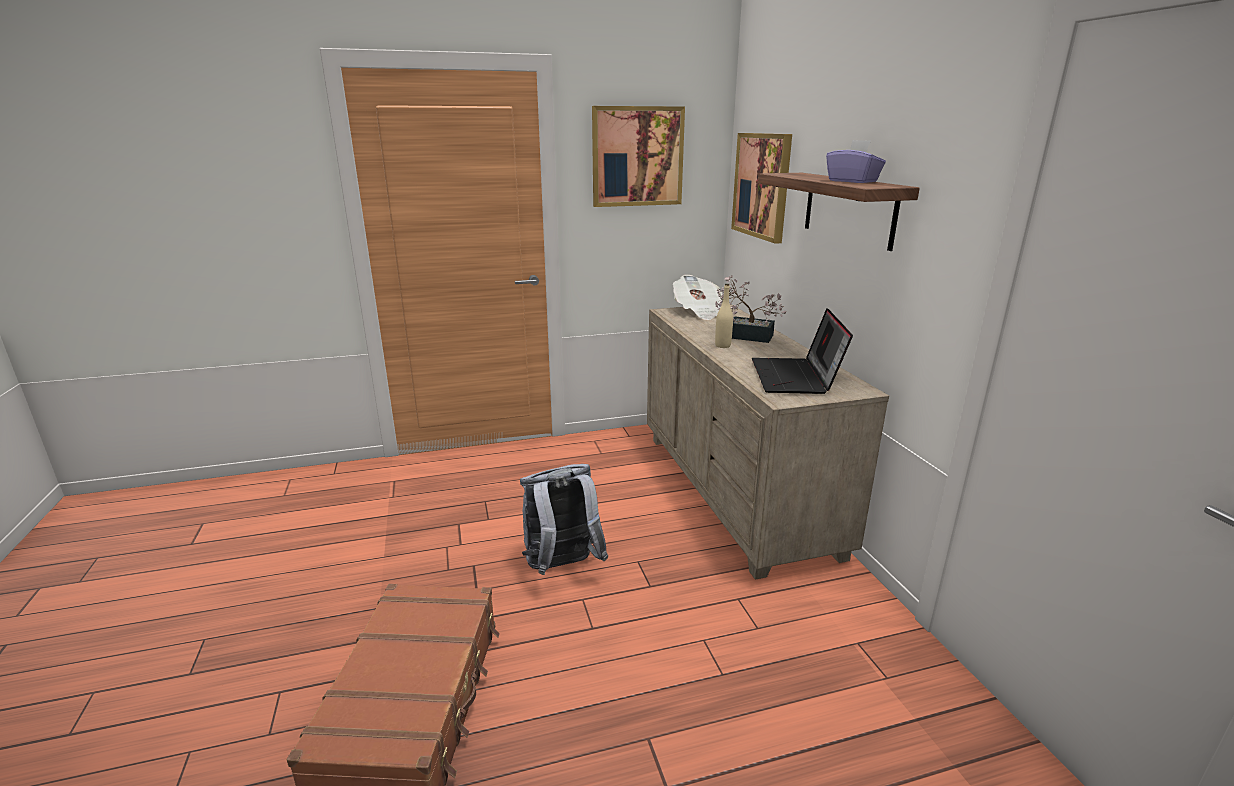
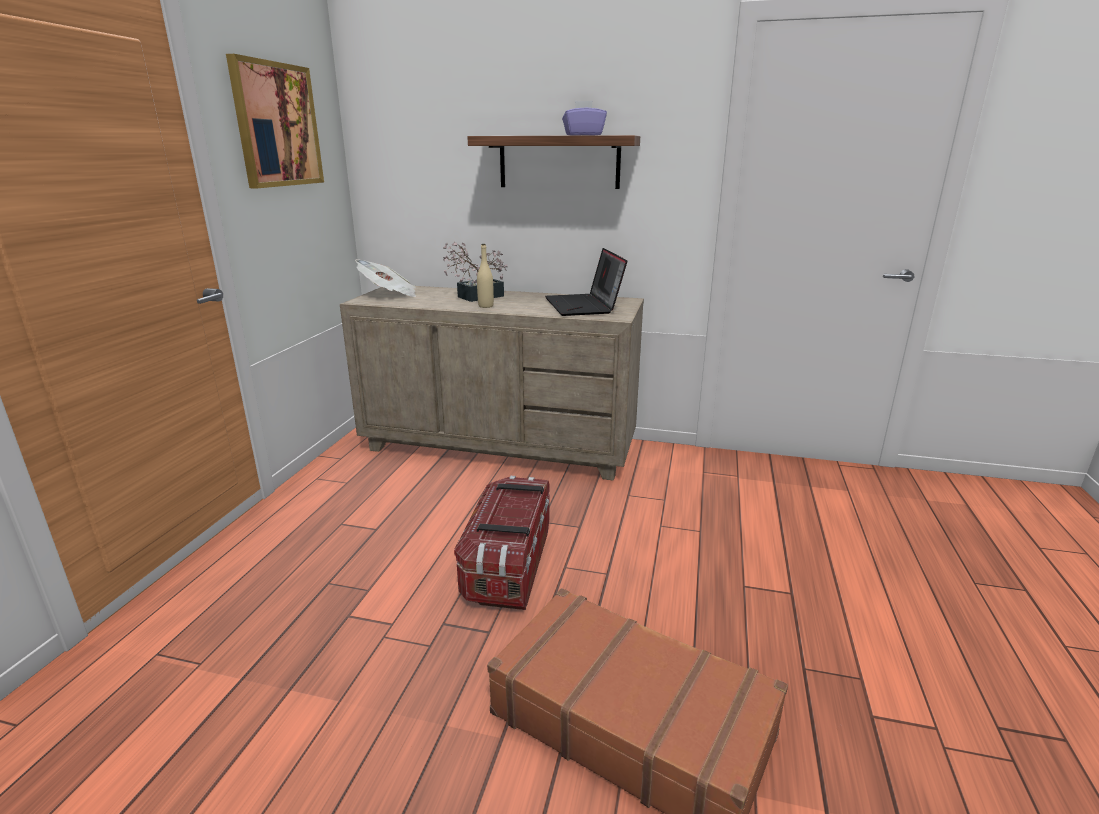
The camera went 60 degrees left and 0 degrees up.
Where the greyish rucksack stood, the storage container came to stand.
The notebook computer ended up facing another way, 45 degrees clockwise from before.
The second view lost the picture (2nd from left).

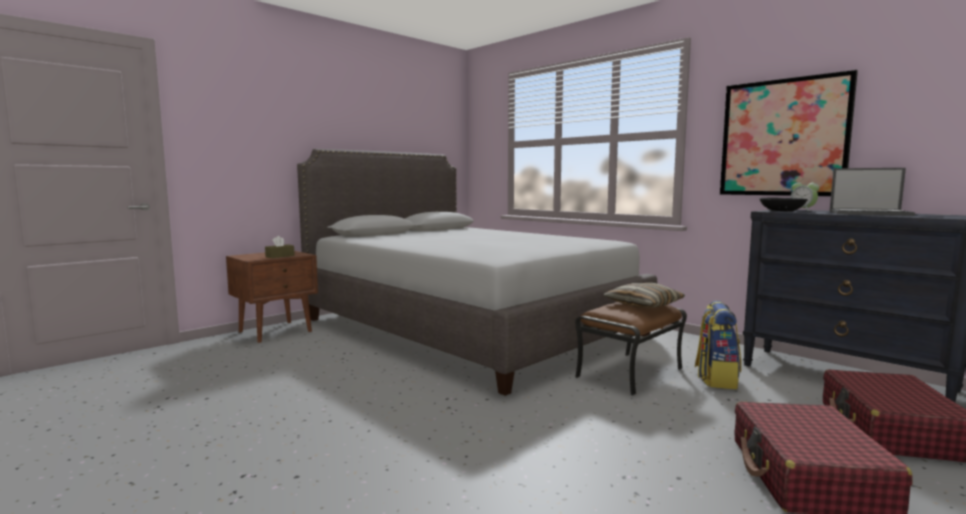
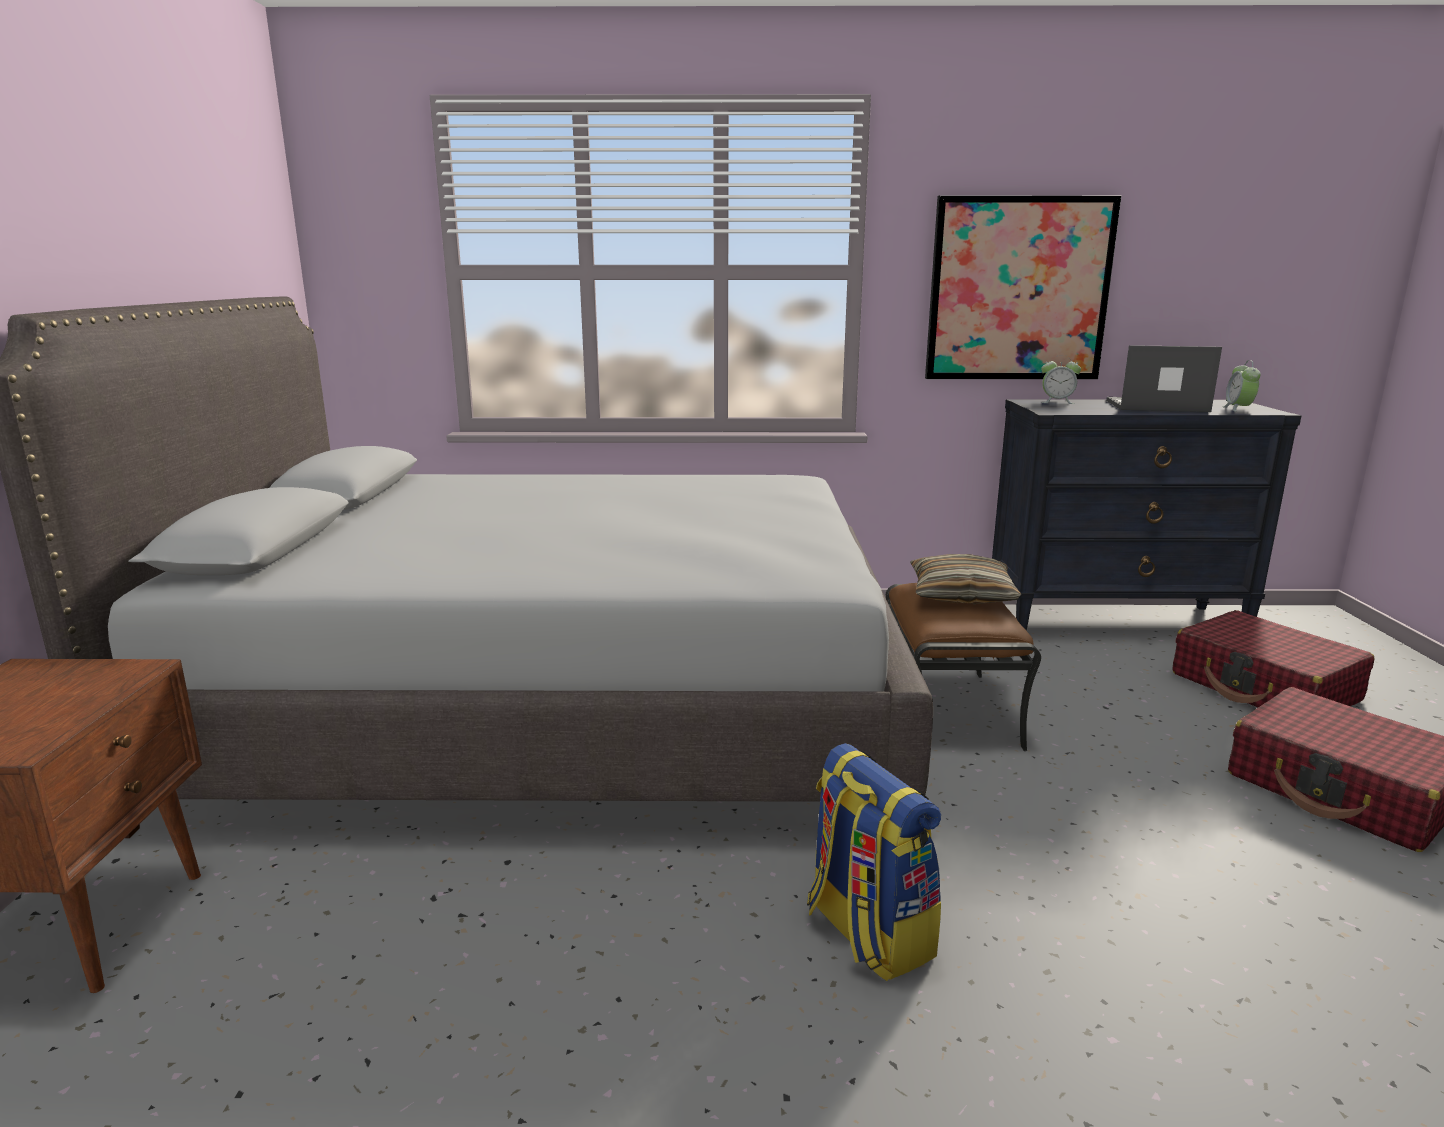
The camera went 45 degrees left and 10 degrees up.
The rucksack ended up elsewhere.
The notebook computer ended up facing another way, 150 degrees counterclockwise from before.
The second view gained the alarm clock (2nd from left).
The second view lost the brownish tissue holder.
The second view lost the blackish bowl.

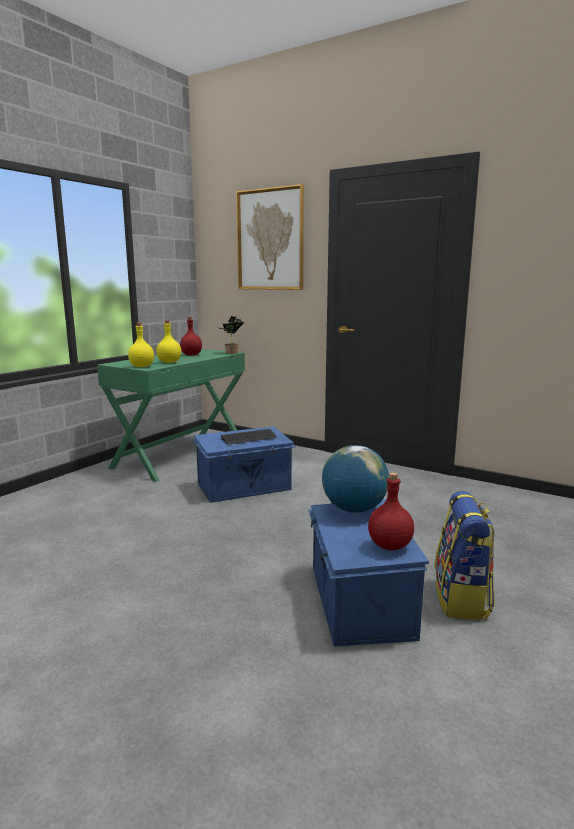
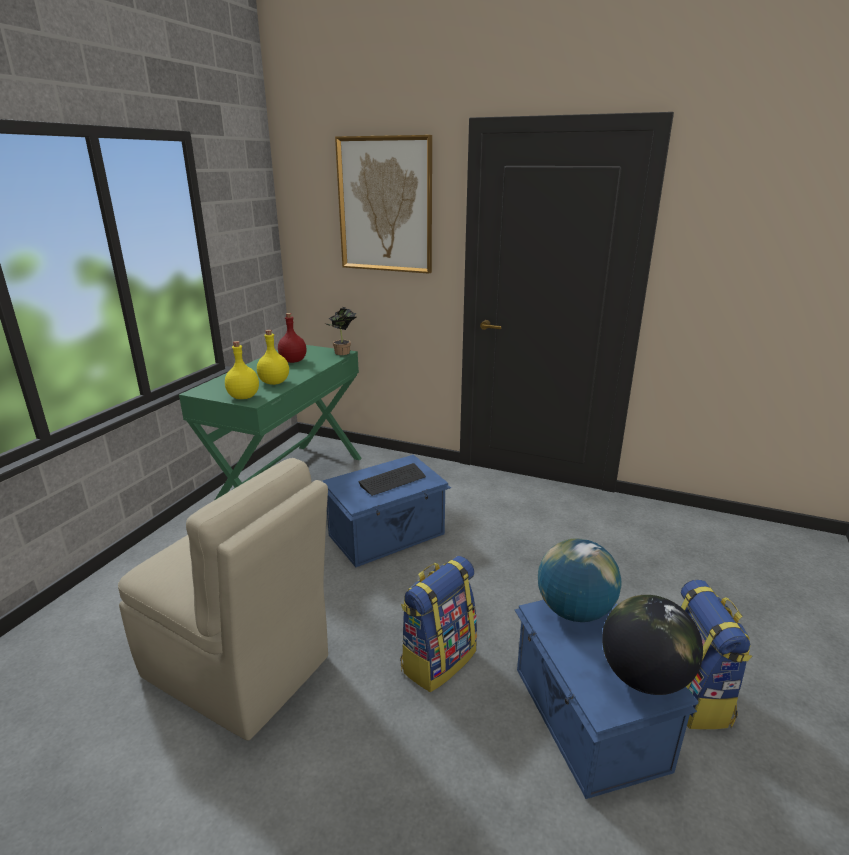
The camera went 10 degrees left and 10 degrees up.
The second view gained the beige-coloured chair.
The second view gained the rucksack (1st from left).
Where the red beverage bottle (2nd from left) stood, the desk globe (2nd from left) came to stand.

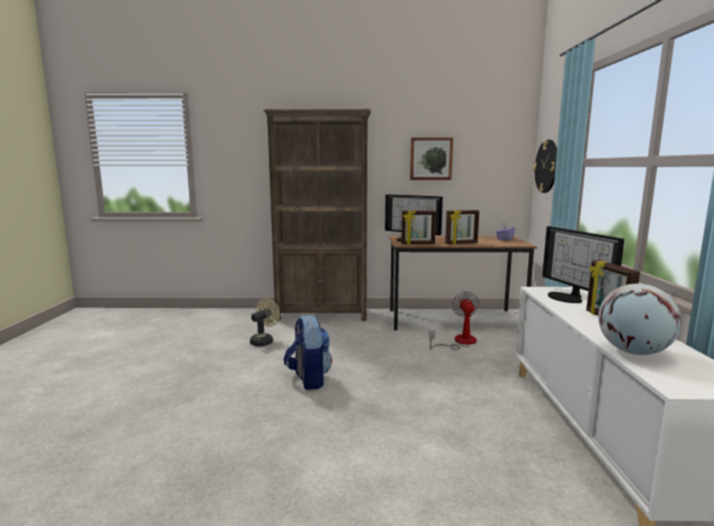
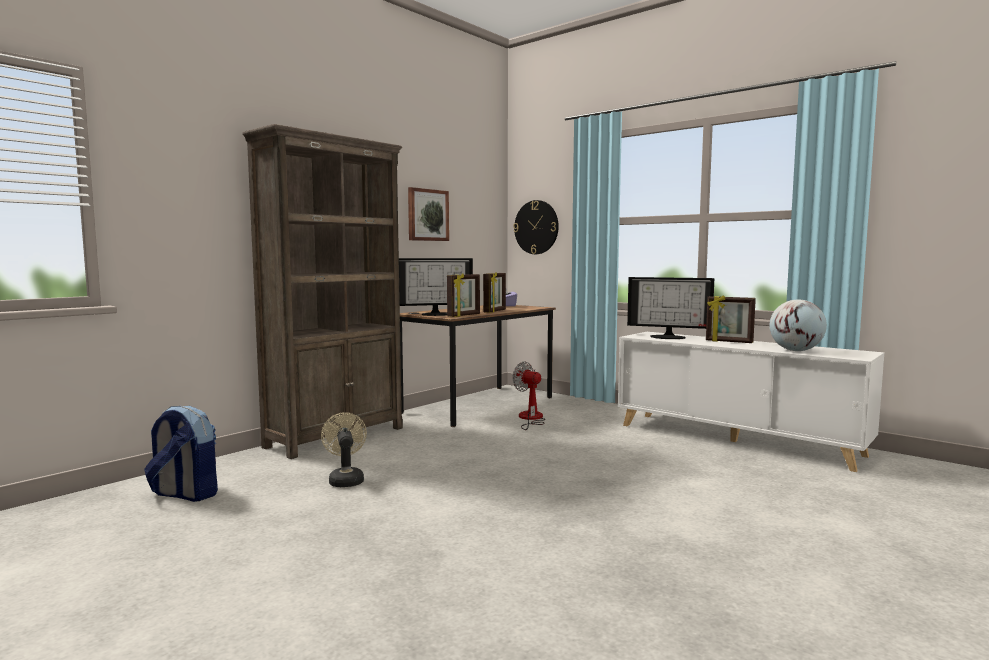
The camera went 50 degrees left and 5 degrees down.
The rucksack ended up elsewhere.

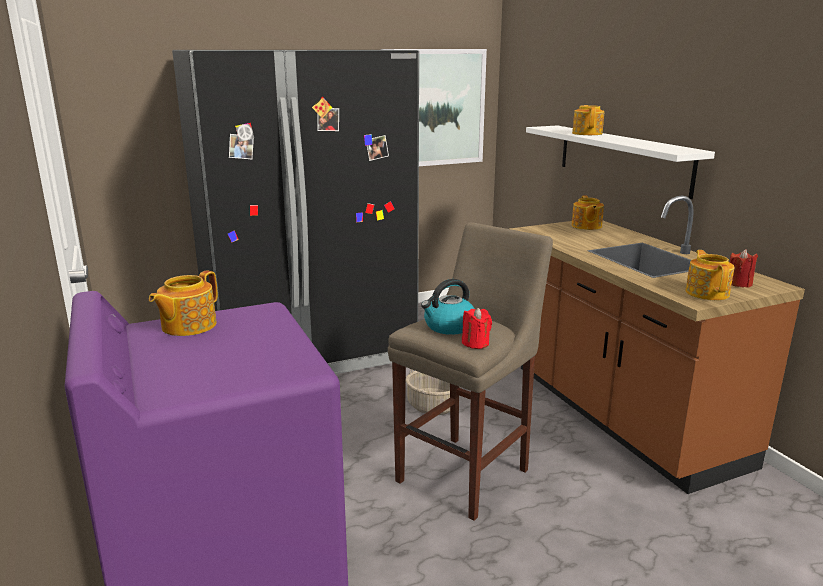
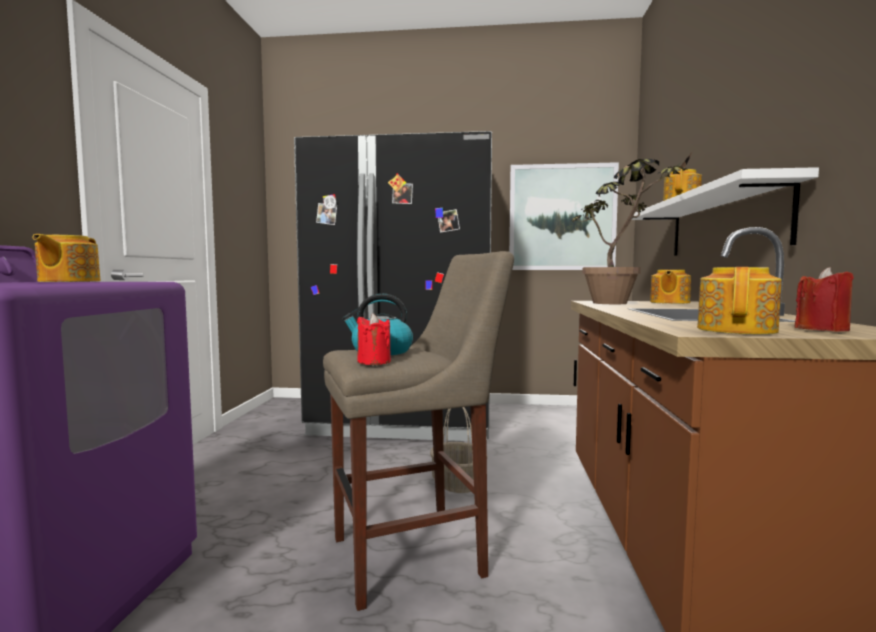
The camera went 30 degrees right and 15 degrees down.
The tea pot (1st from left) ended up facing another way, 60 degrees counterclockwise from before.
The second view gained the plant in a pot.

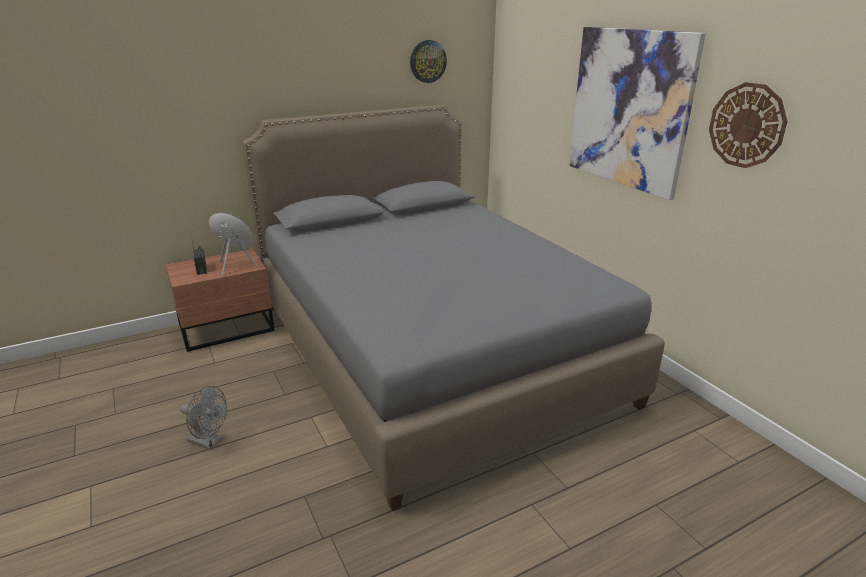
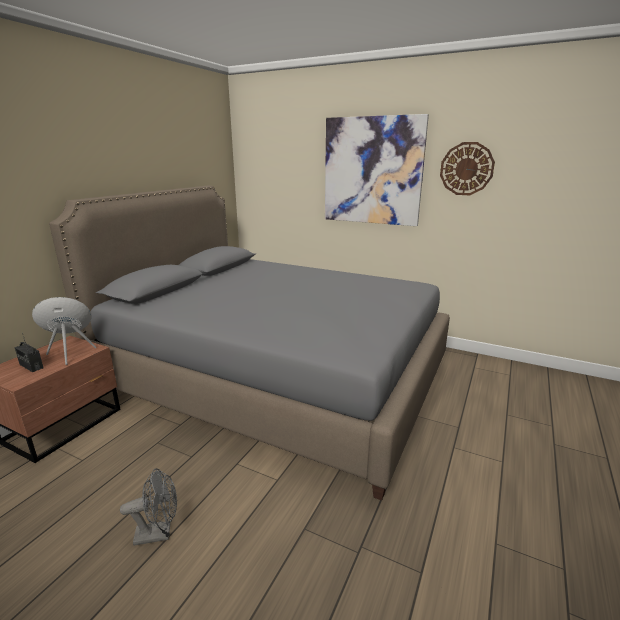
The camera went 35 degrees left and 5 degrees down.
The second view lost the wall clock (1st from left).

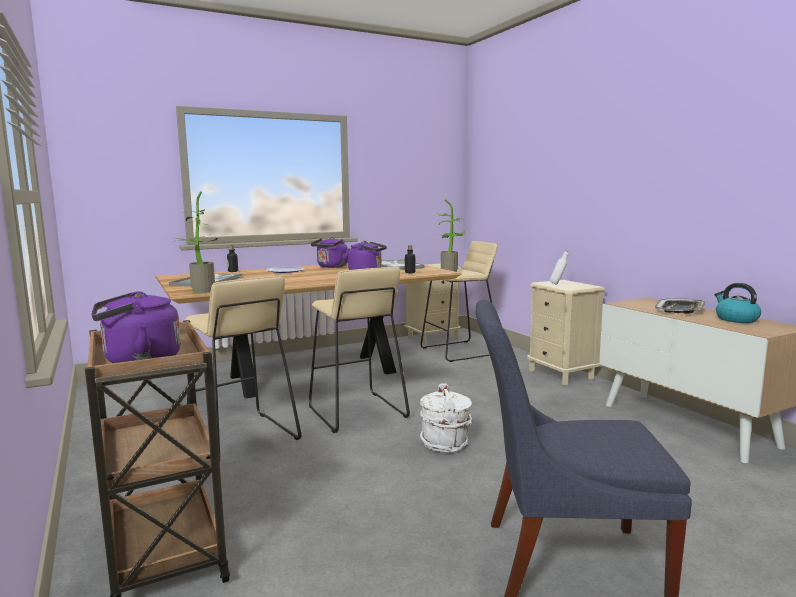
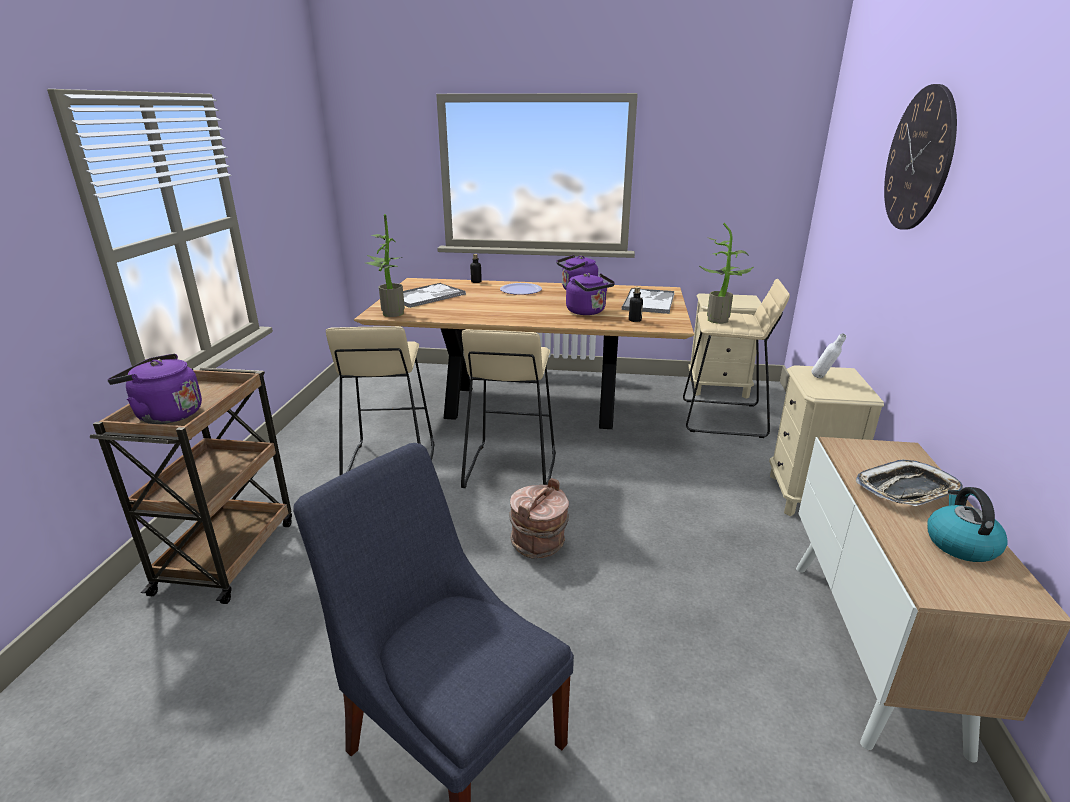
The camera went 35 degrees right and 15 degrees up.
What was the white-coloured pail turned into the brownish pail.
The second view gained the wall clock.

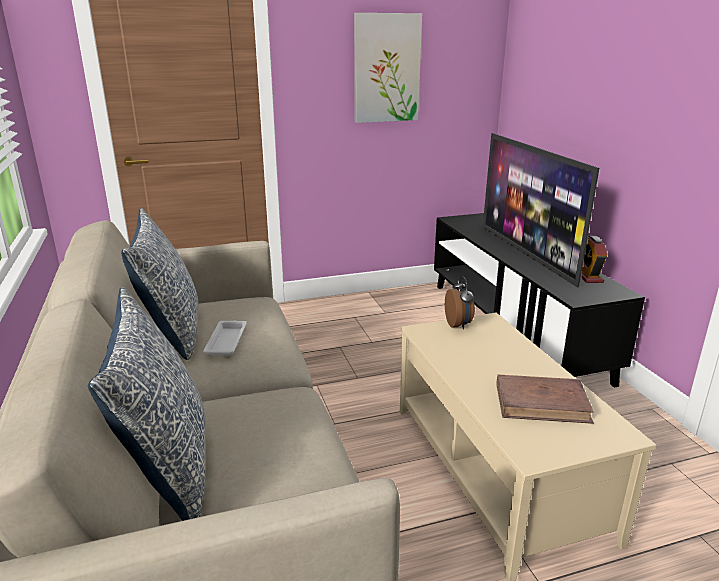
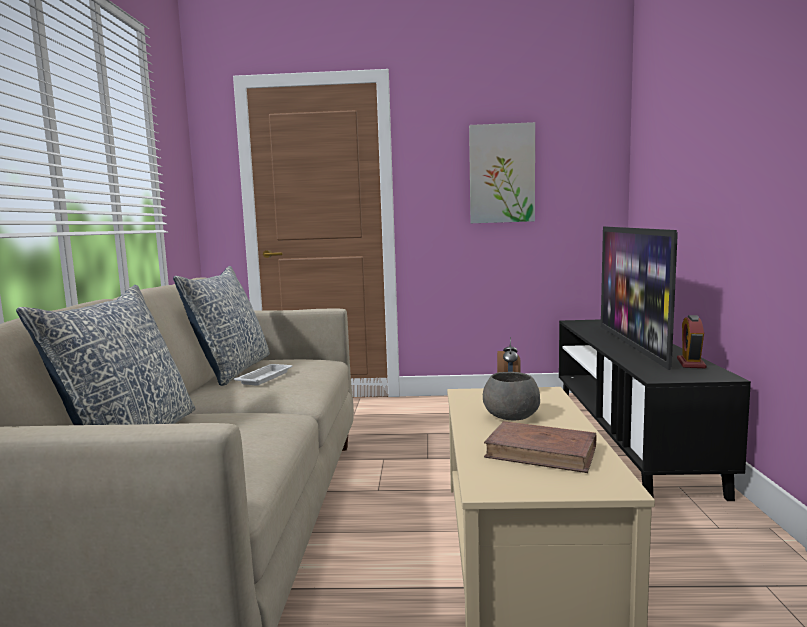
The camera went 20 degrees right and 15 degrees down.
The second view gained the greyish bowl.

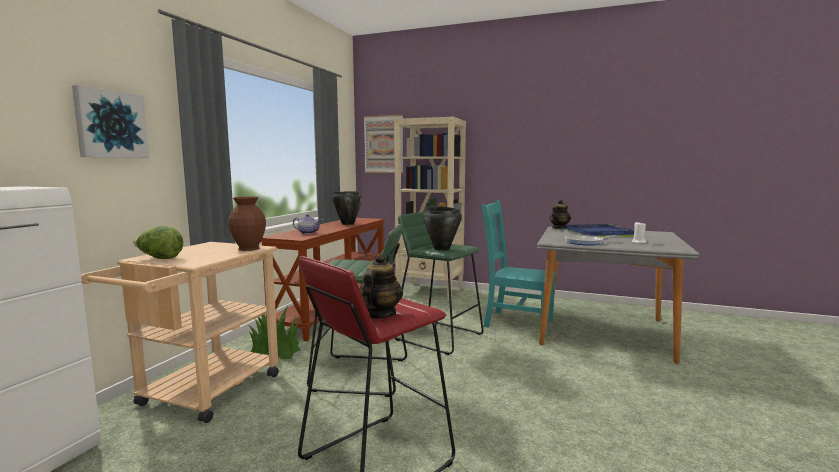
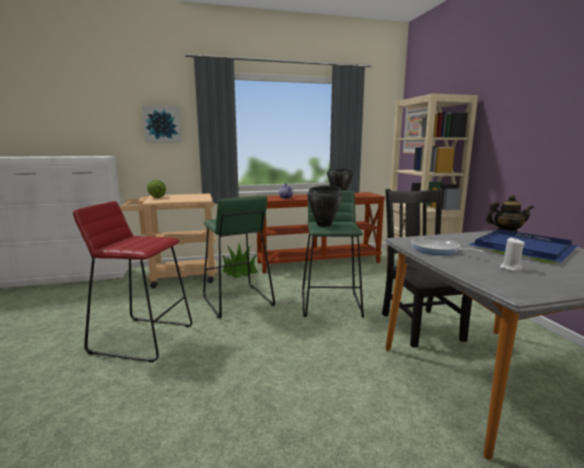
The camera went 55 degrees right and 5 degrees up.
What was the blue-green chair turned into the blackish chair.
The second view lost the brownish decorative vase.
The second view lost the tea pot (2nd from left).

